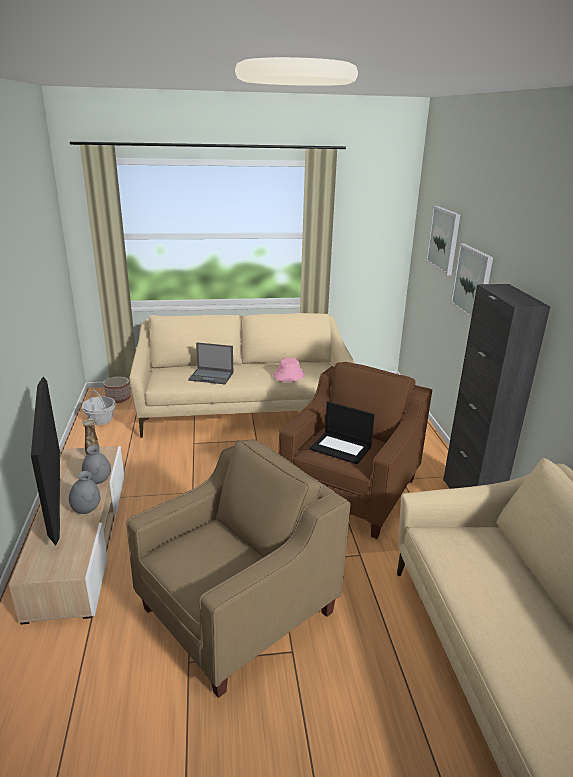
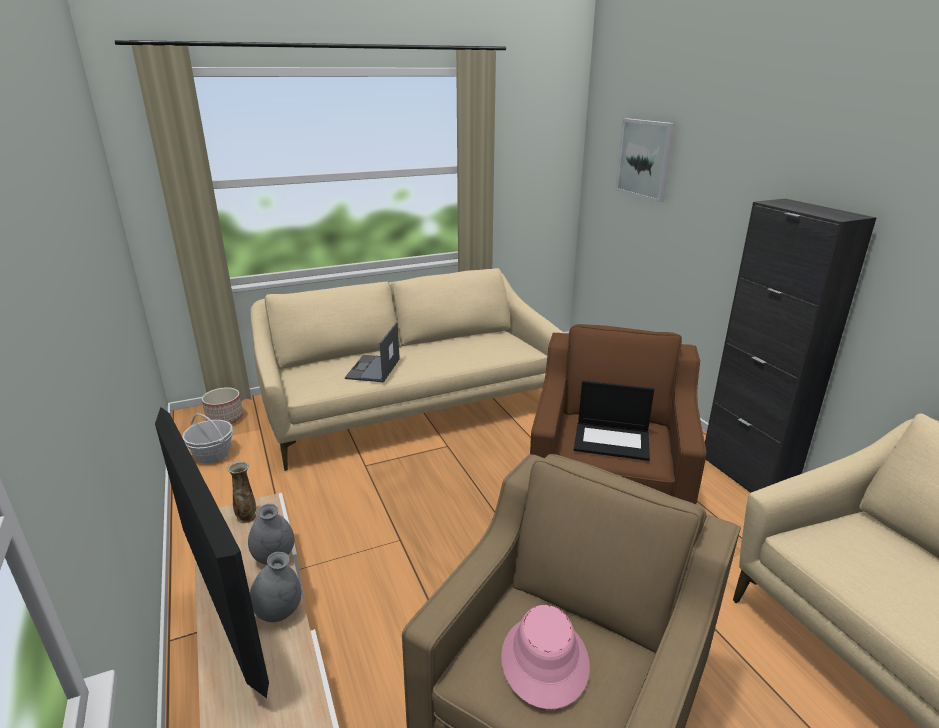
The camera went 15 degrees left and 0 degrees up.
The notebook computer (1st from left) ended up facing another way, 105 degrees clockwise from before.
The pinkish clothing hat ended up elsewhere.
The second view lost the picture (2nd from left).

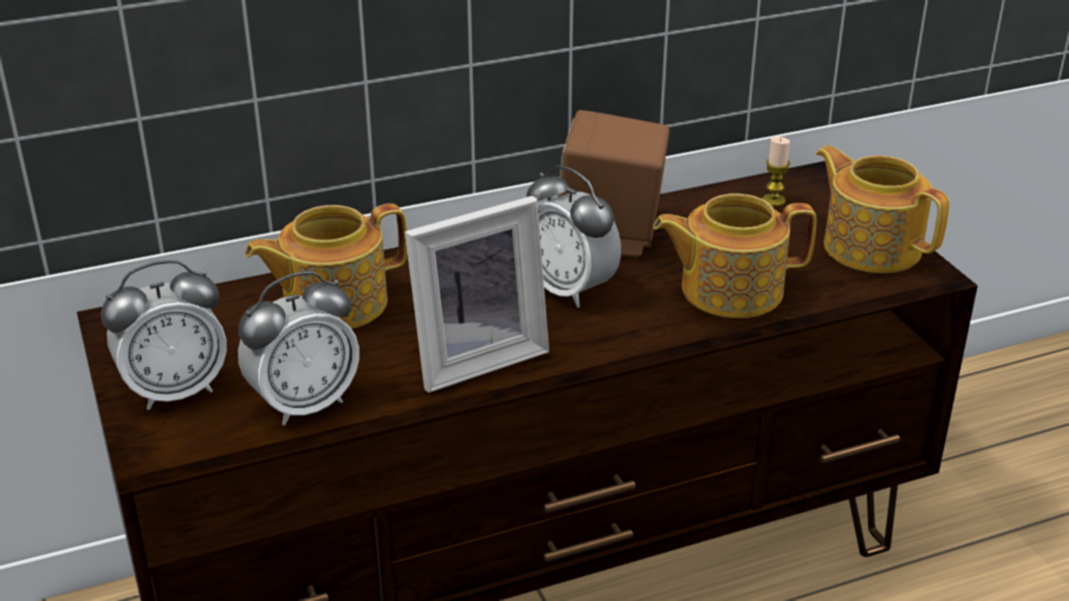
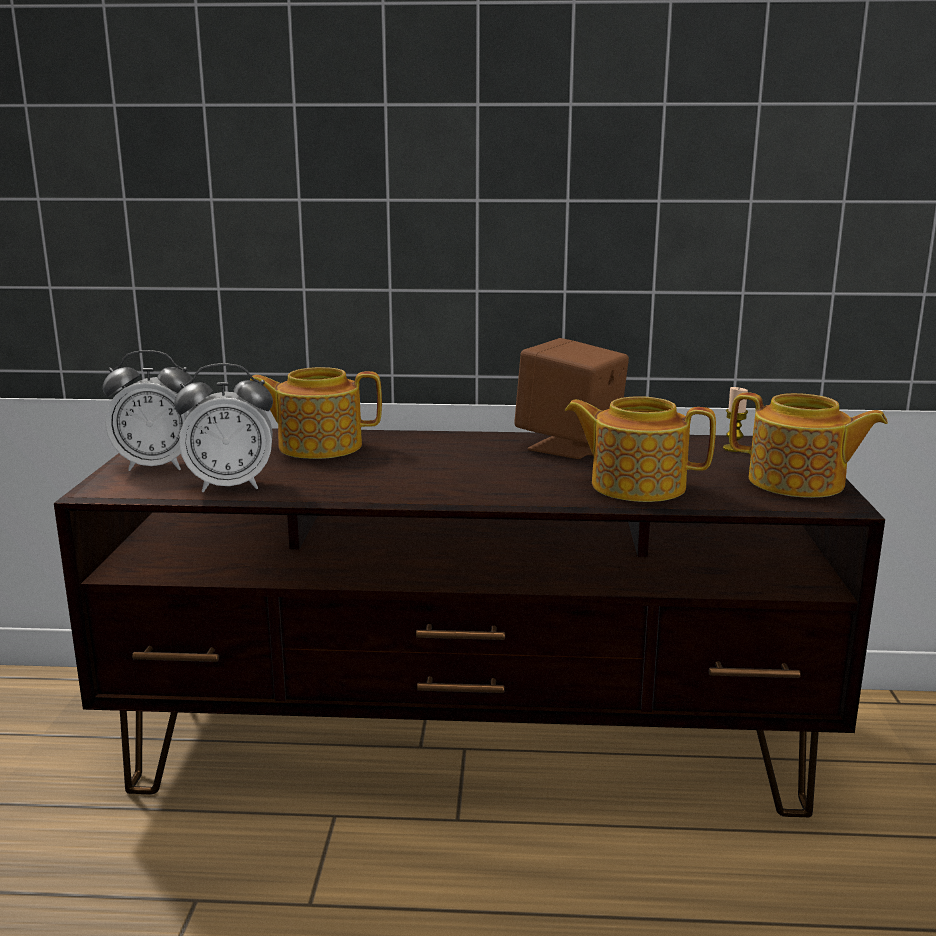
The camera went 25 degrees right and 15 degrees down.
The tea pot (3rd from left) ended up facing another way, 135 degrees clockwise from before.
The second view lost the photo frame.
The second view lost the alarm clock (3rd from left).

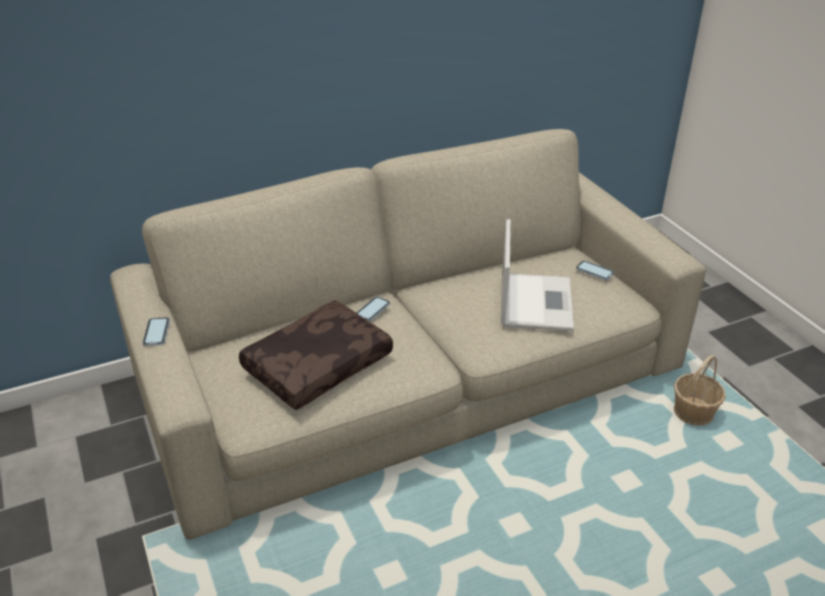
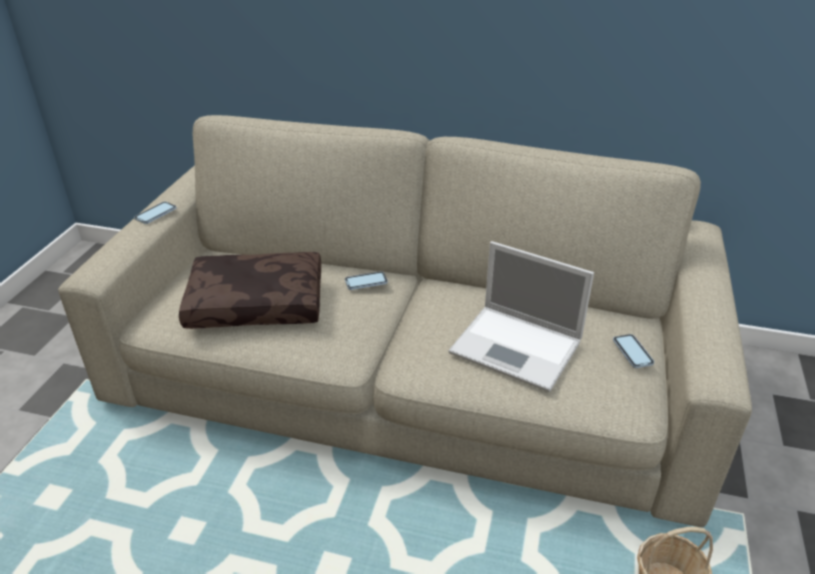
The camera went 40 degrees right and 0 degrees up.
The notebook computer ended up facing another way, 75 degrees clockwise from before.

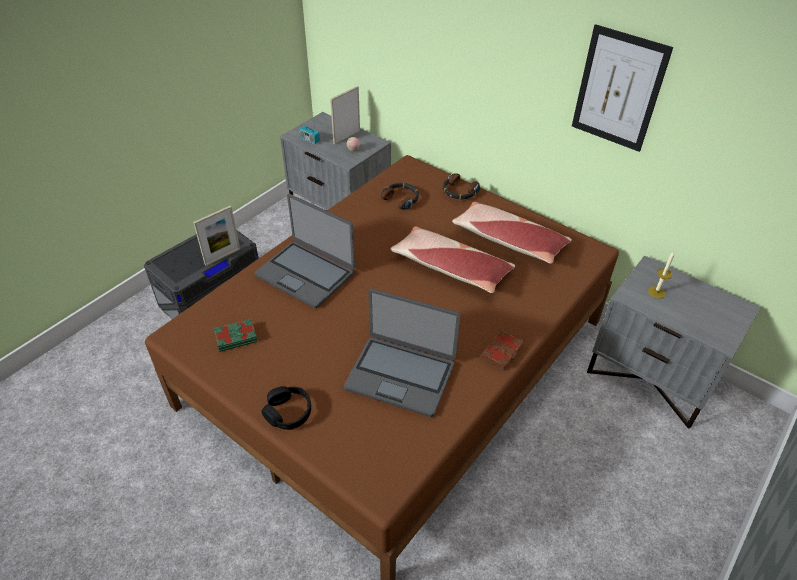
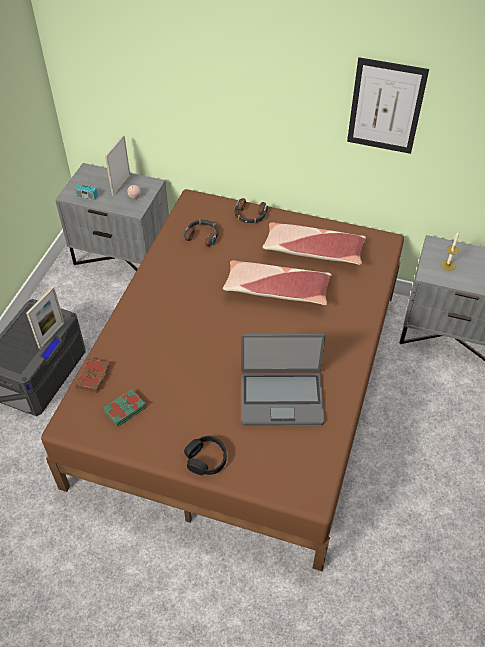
The camera went 20 degrees left and 5 degrees up.
The brownish book ended up elsewhere.
The second view lost the notebook computer (1st from left).

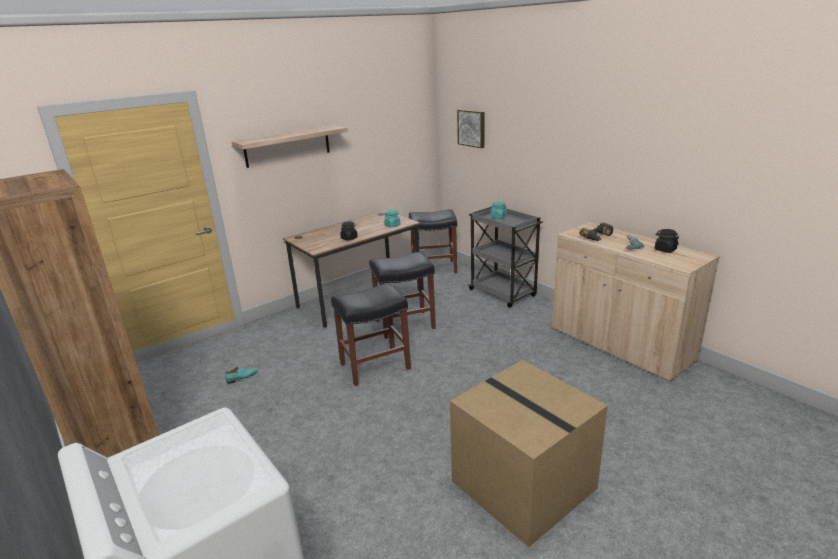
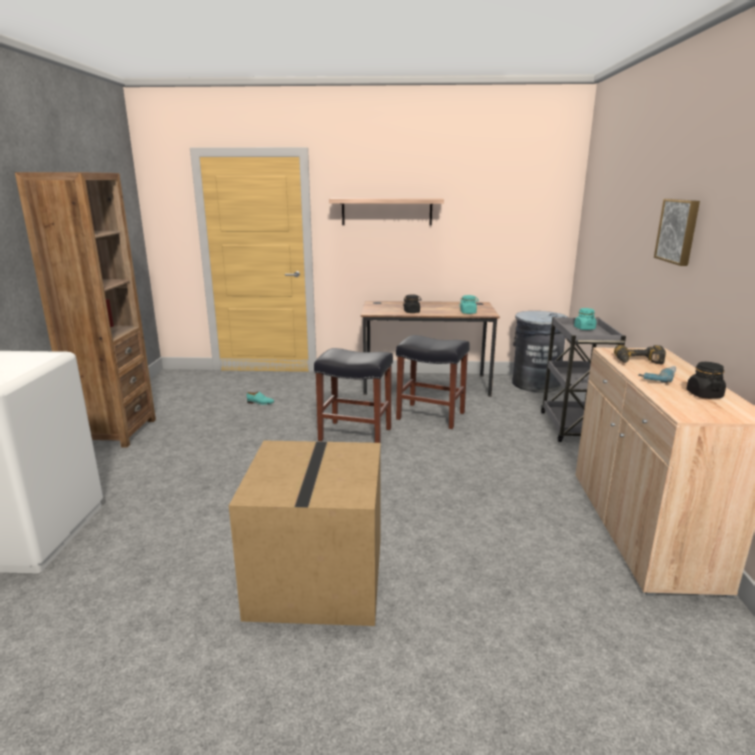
The camera went 40 degrees right and 5 degrees down.
Where the blackish stool (3rd from left) stood, the greyish trash can came to stand.
The picture ended up elsewhere.

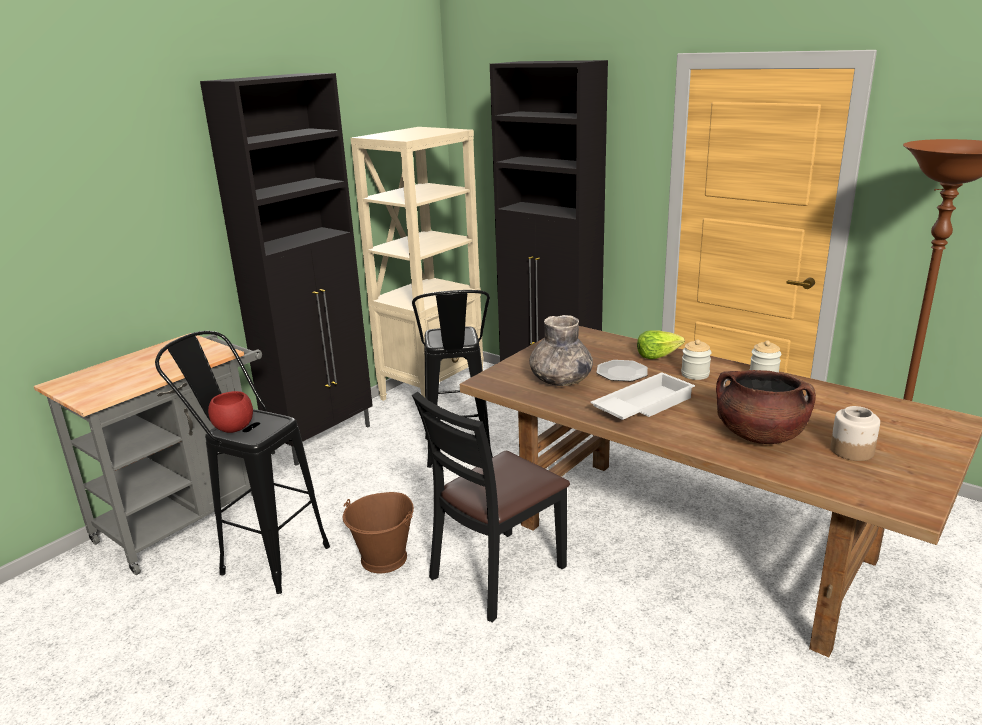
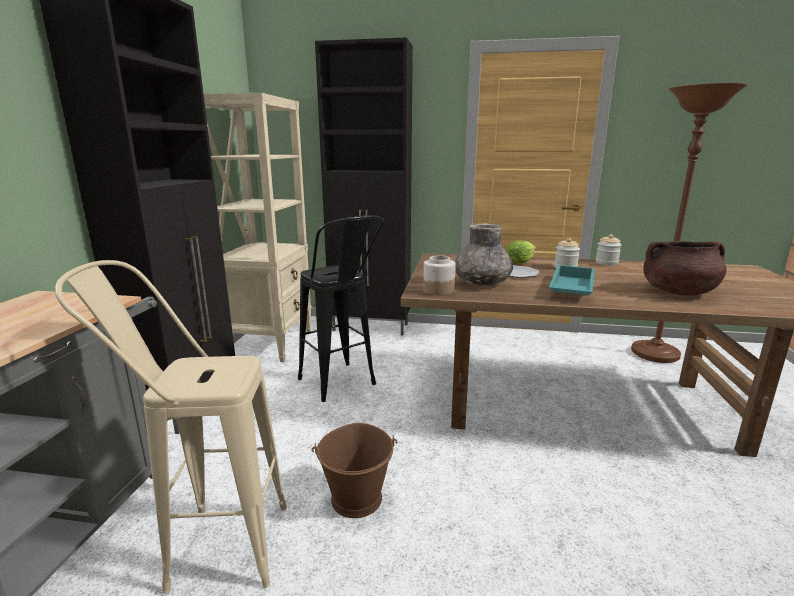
The camera went 30 degrees left and 5 degrees down.
What was the blackish stool (1st from left) turned into the beige-coloured stool.
The preserve jar (3rd from left in the first image) ended up elsewhere.
What was the white-coloured tray turned into the blue-green tray.
The second view lost the red bowl.
The second view lost the blackish chair.

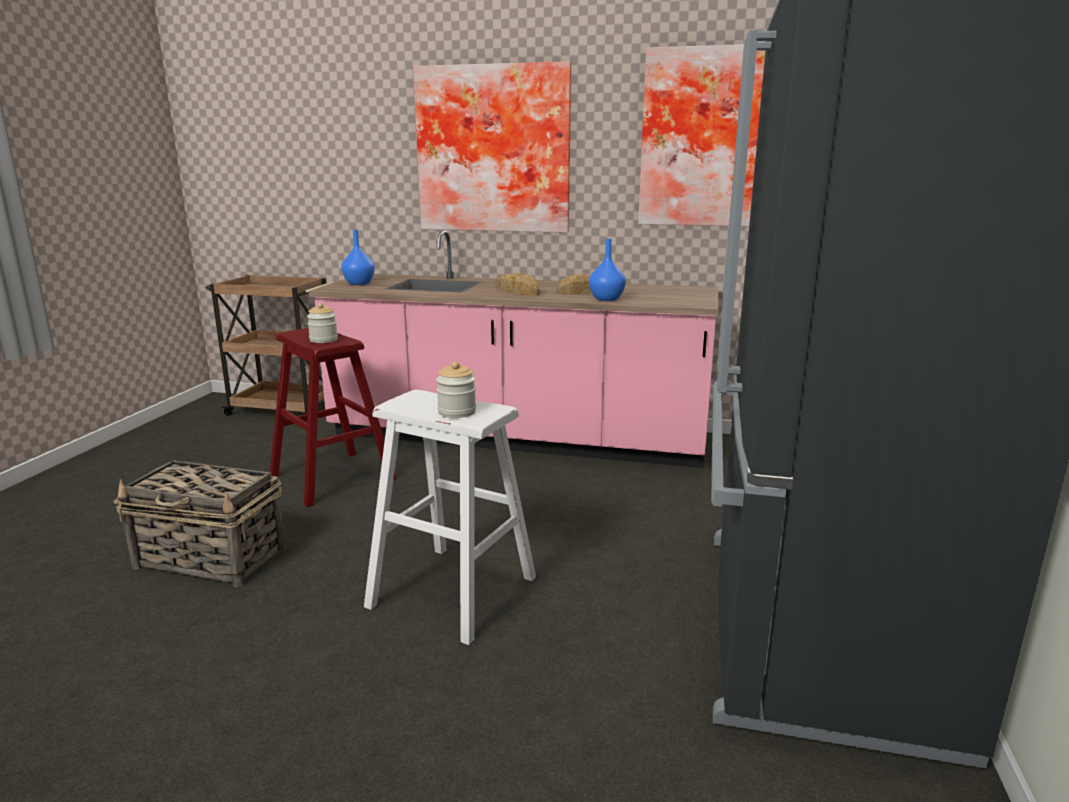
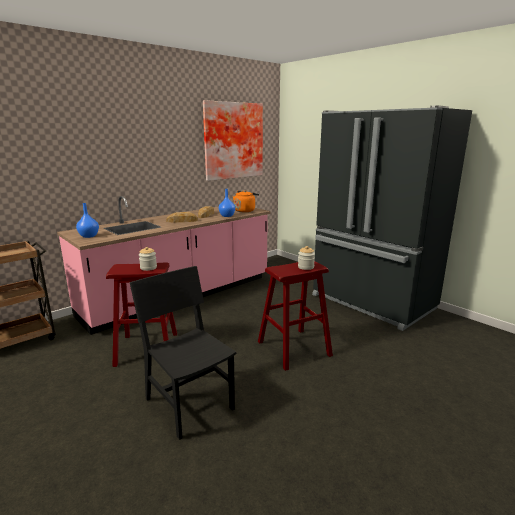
The camera went 55 degrees left and 0 degrees up.
Where the basket stood, the blackish chair came to stand.
The second view gained the orange-coloured tea kettle.
What was the white-coloured stool turned into the red stool (2nd from left).
The second view lost the picture (1st from left).

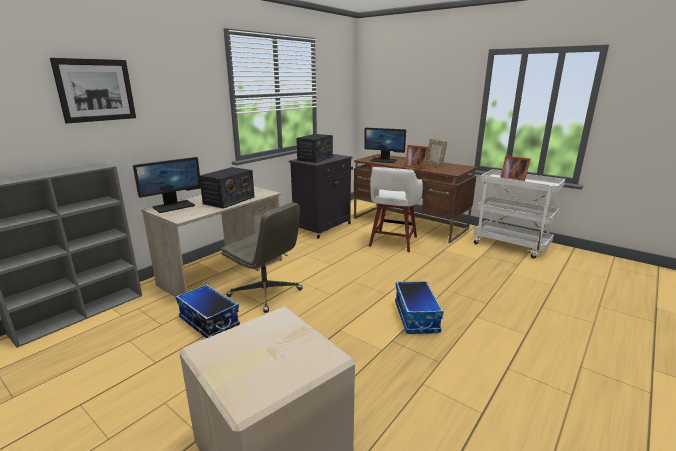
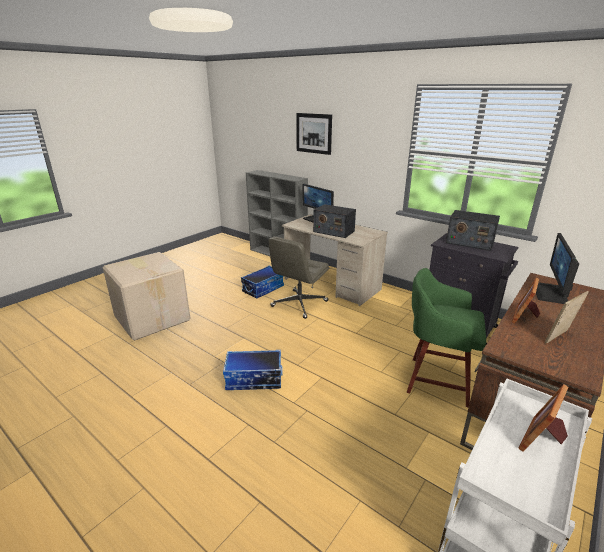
The camera went 90 degrees right and 5 degrees up.
What was the white-coloured stool turned into the green-coloured stool.

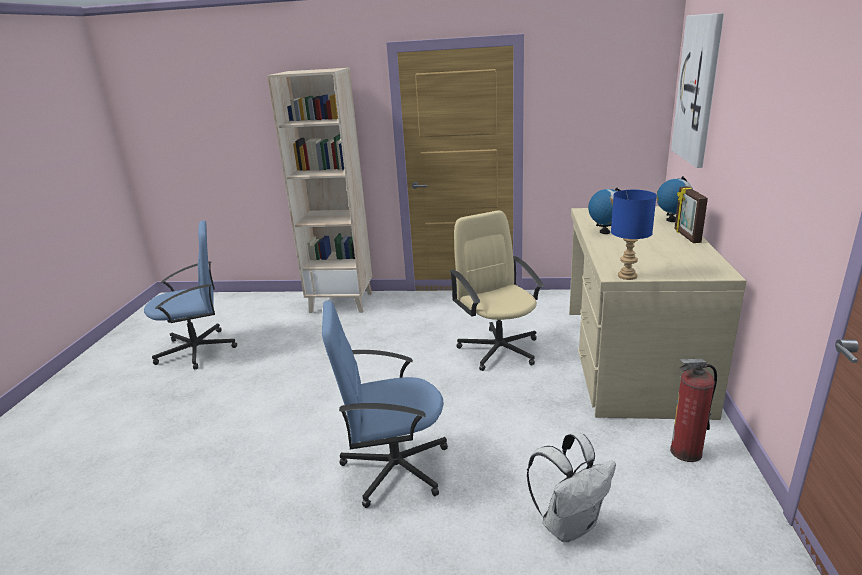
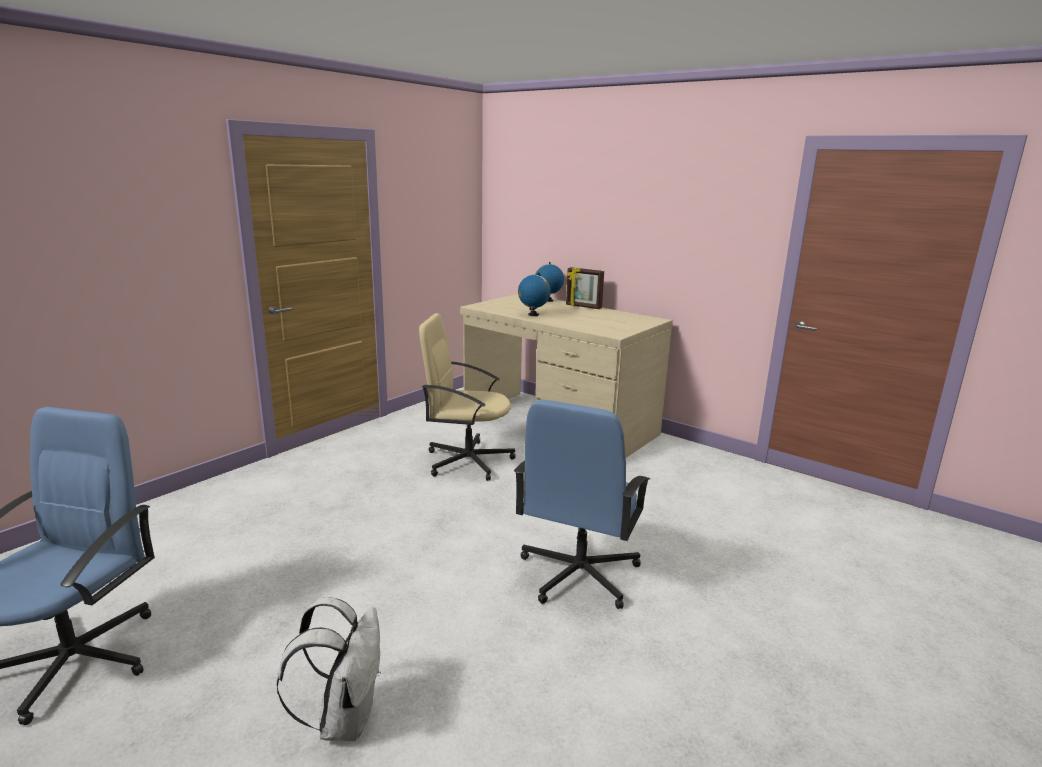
The camera went 60 degrees left and 5 degrees down.
The white-coloured rucksack ended up elsewhere.
The second view lost the beige-coloured bookcase.
The second view lost the blue-coloured lamp for a table.
The second view lost the fire-fighting cylinder.
The second view lost the picture.

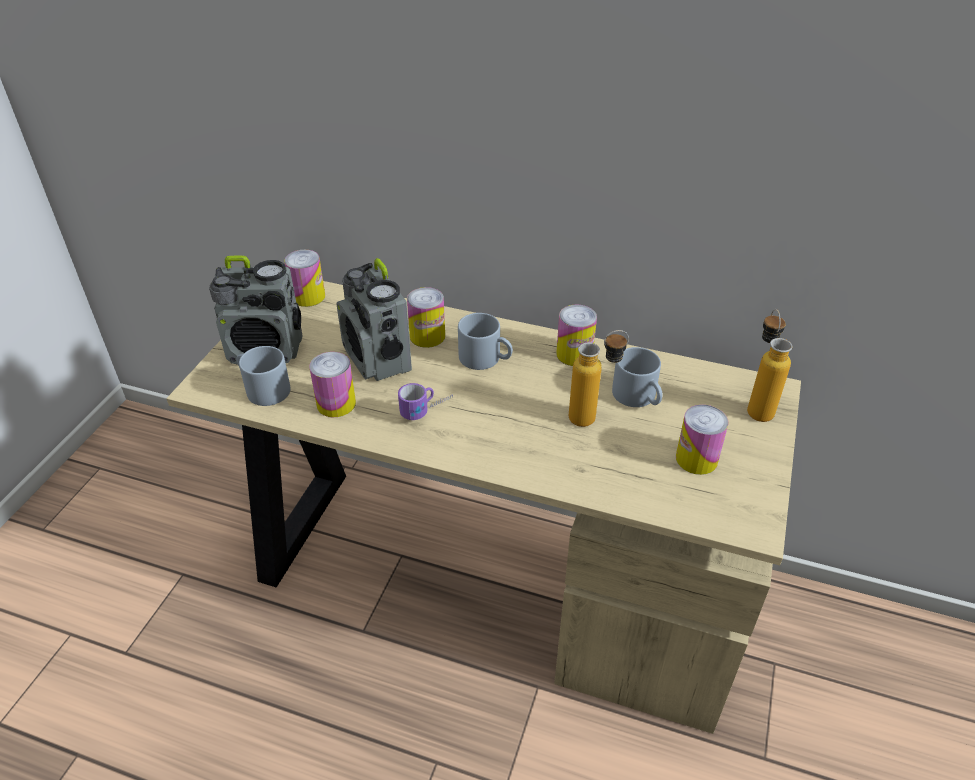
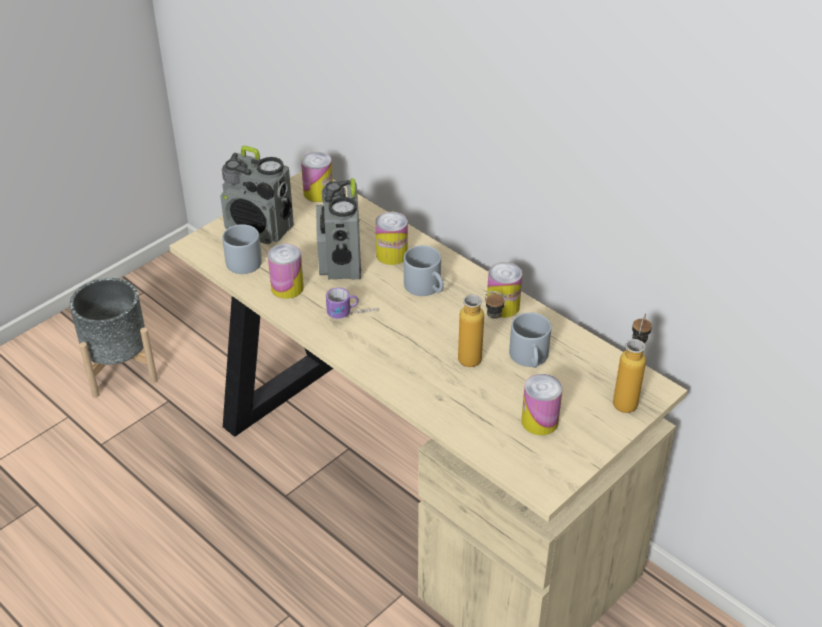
The camera went 25 degrees right and 0 degrees up.
The second view gained the greyish planter.

